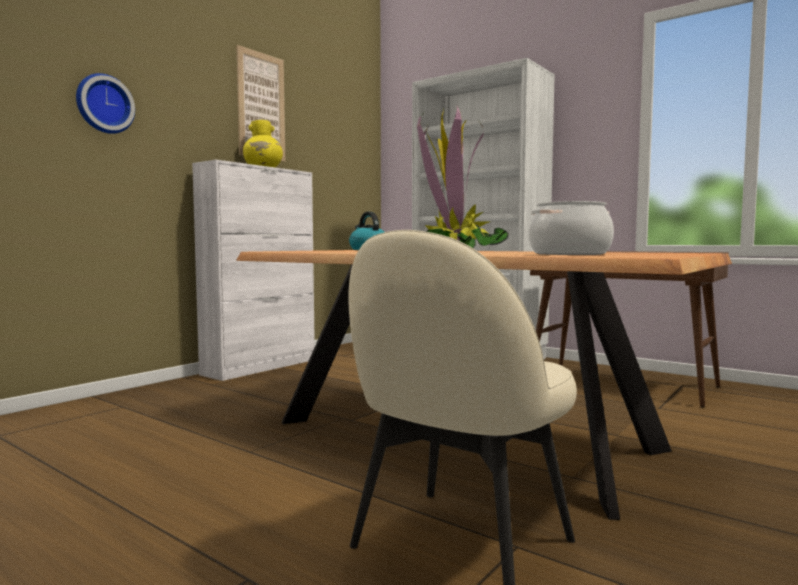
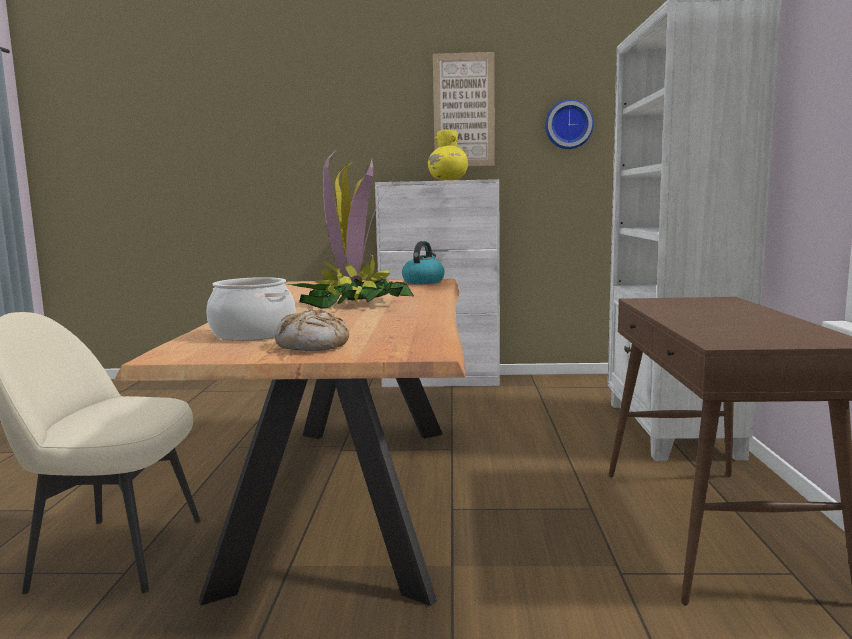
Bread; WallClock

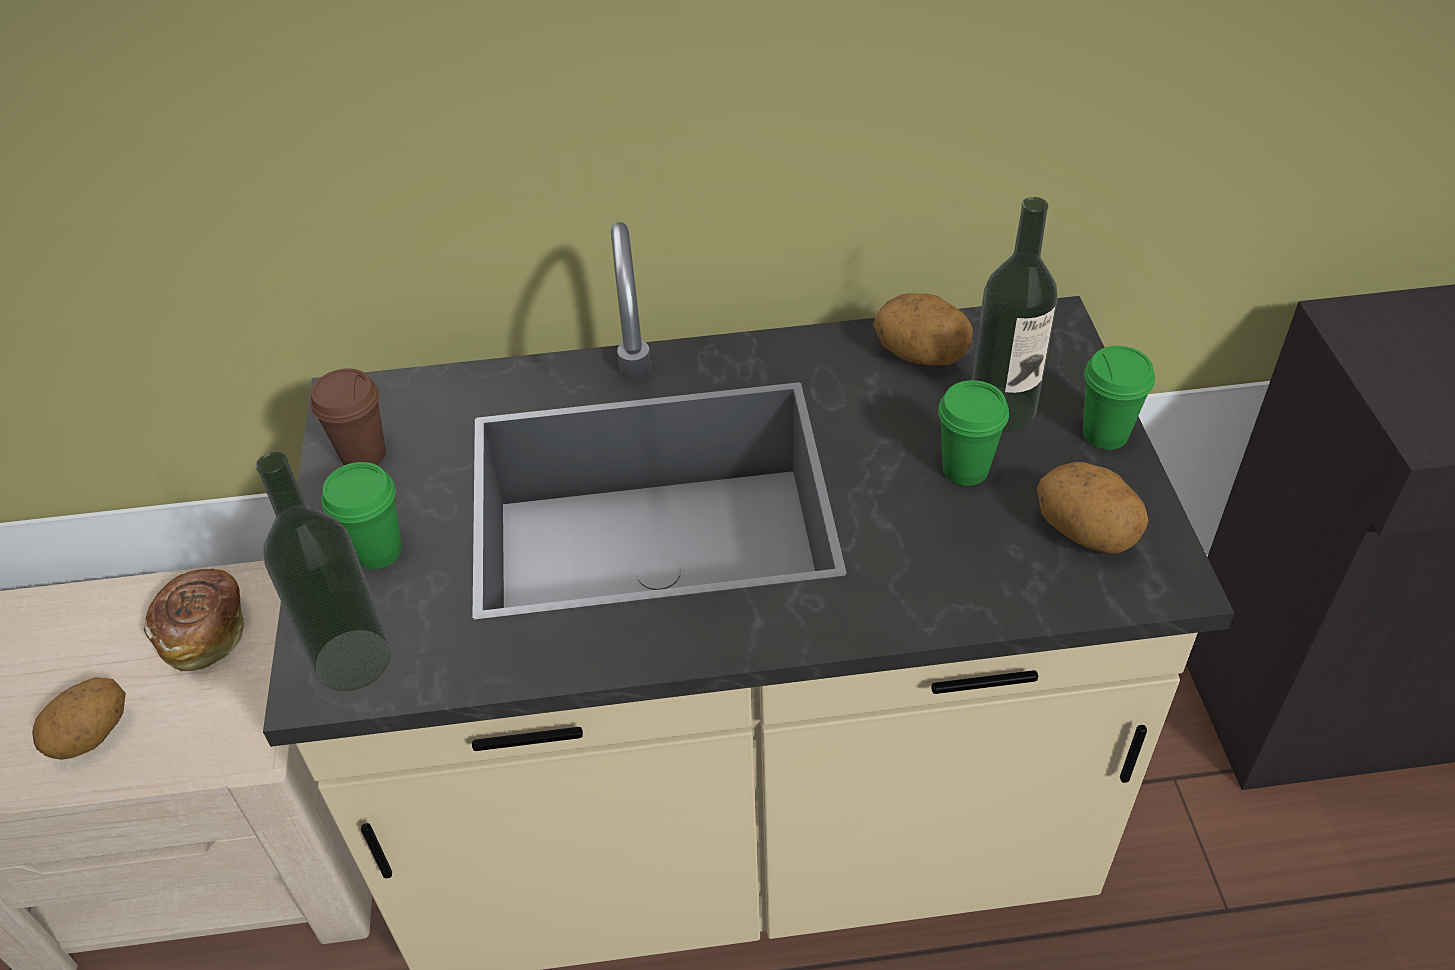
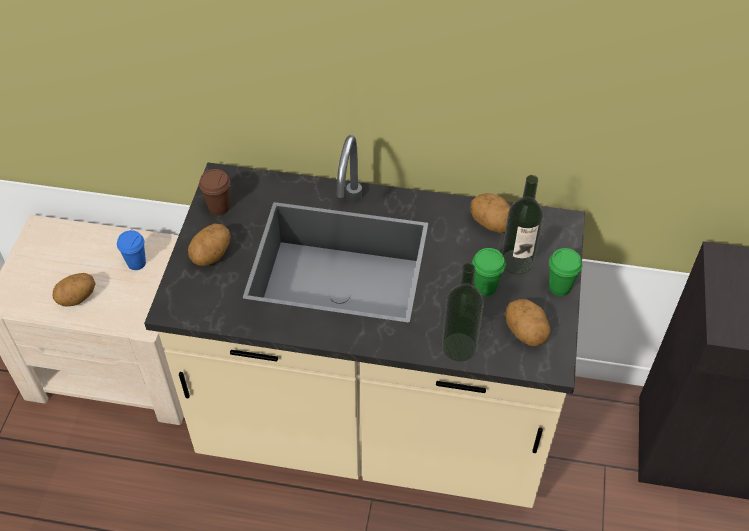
BlueCup; Potato (2nd from left); Bottle (1st from left)

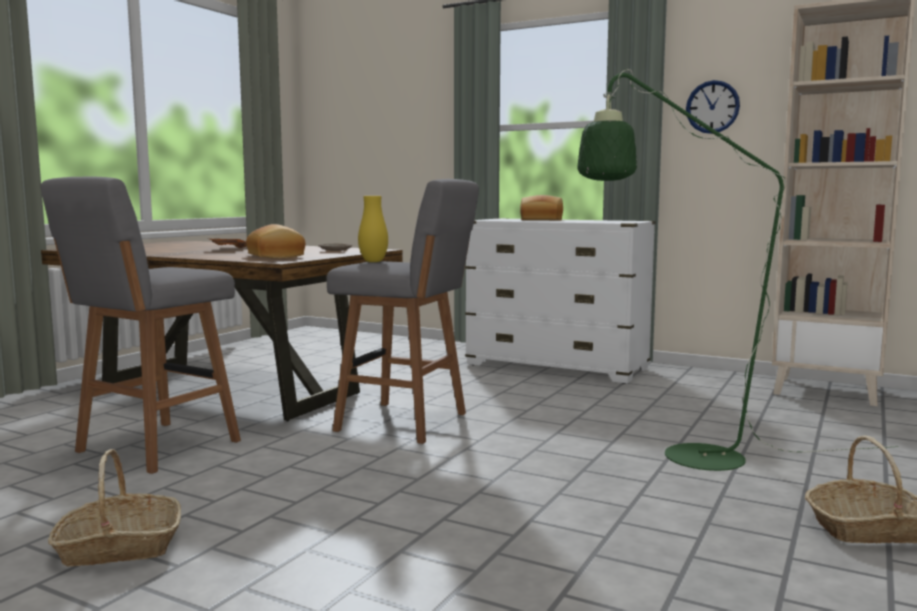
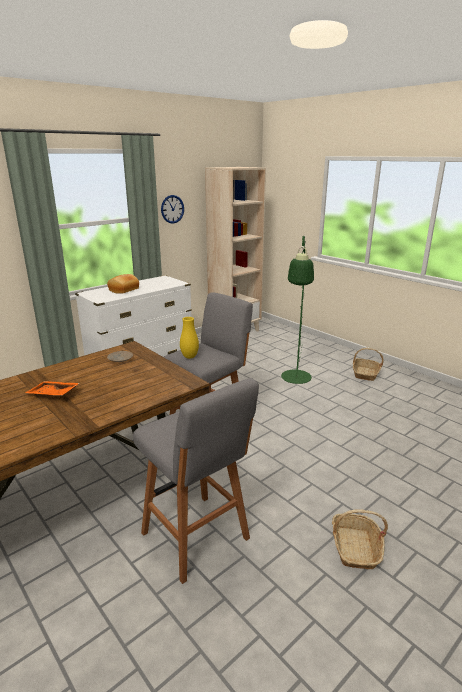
Bread (1st from left in the first image)

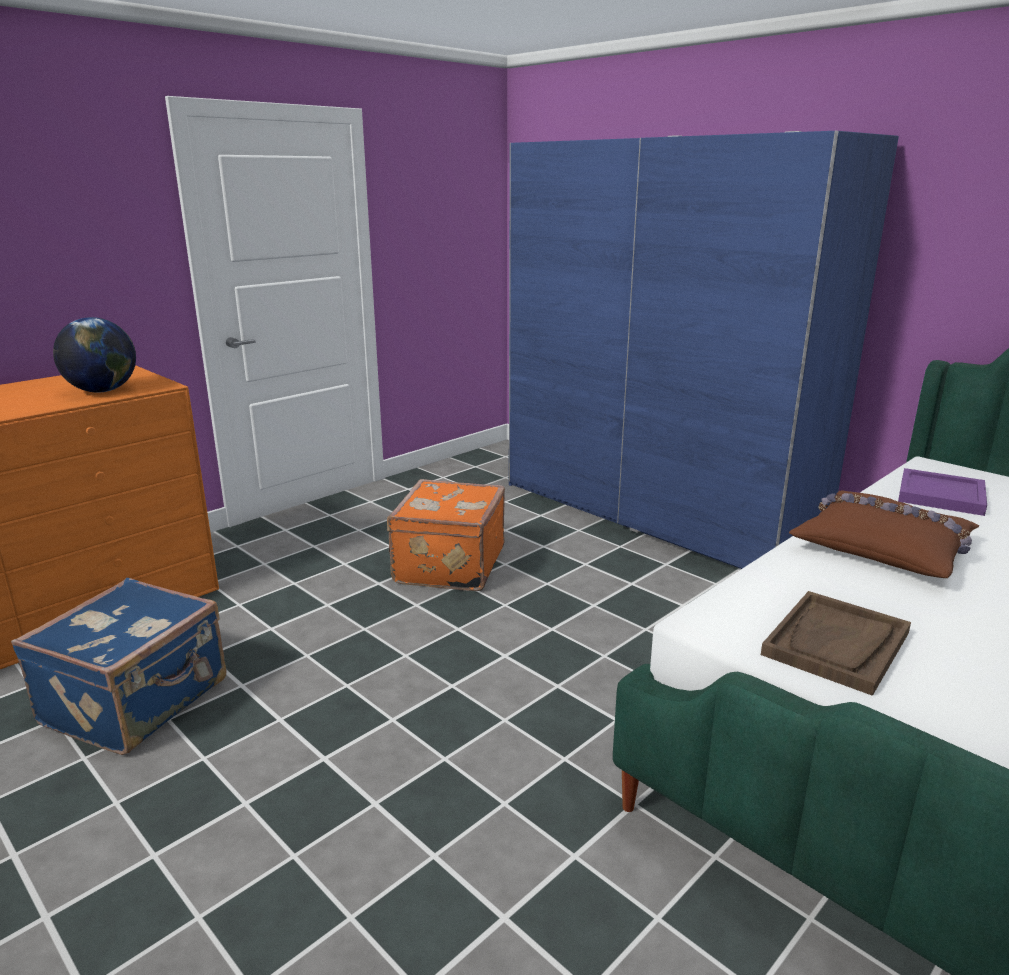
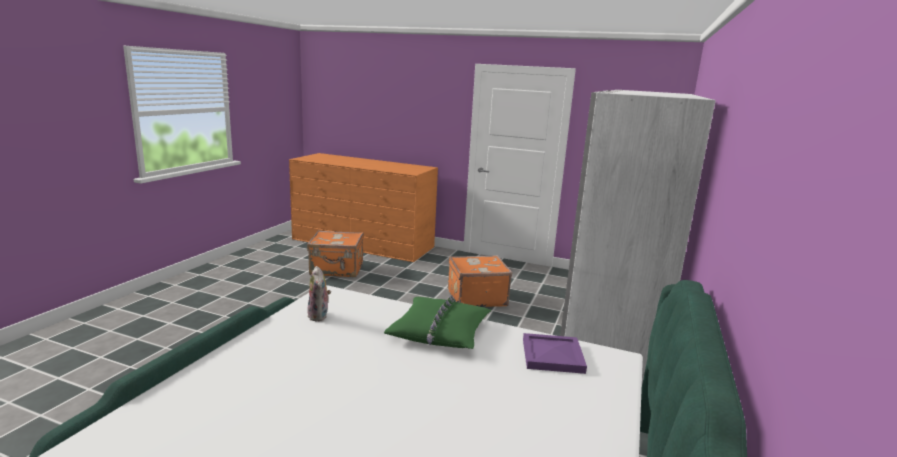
OrangeSuitcase (1st from left); PlushToy; GreenPillow; WhiteWardrobe; Globe

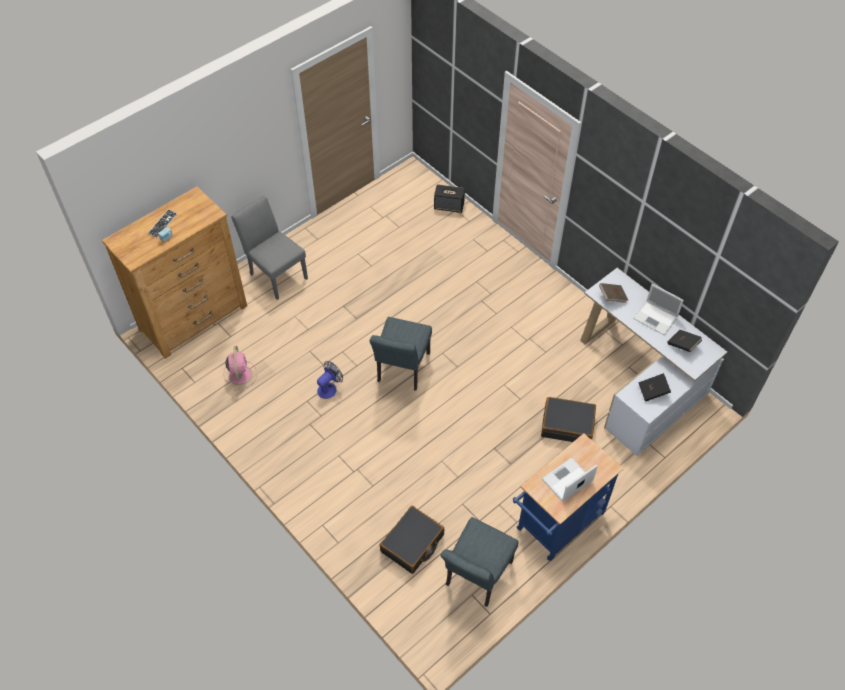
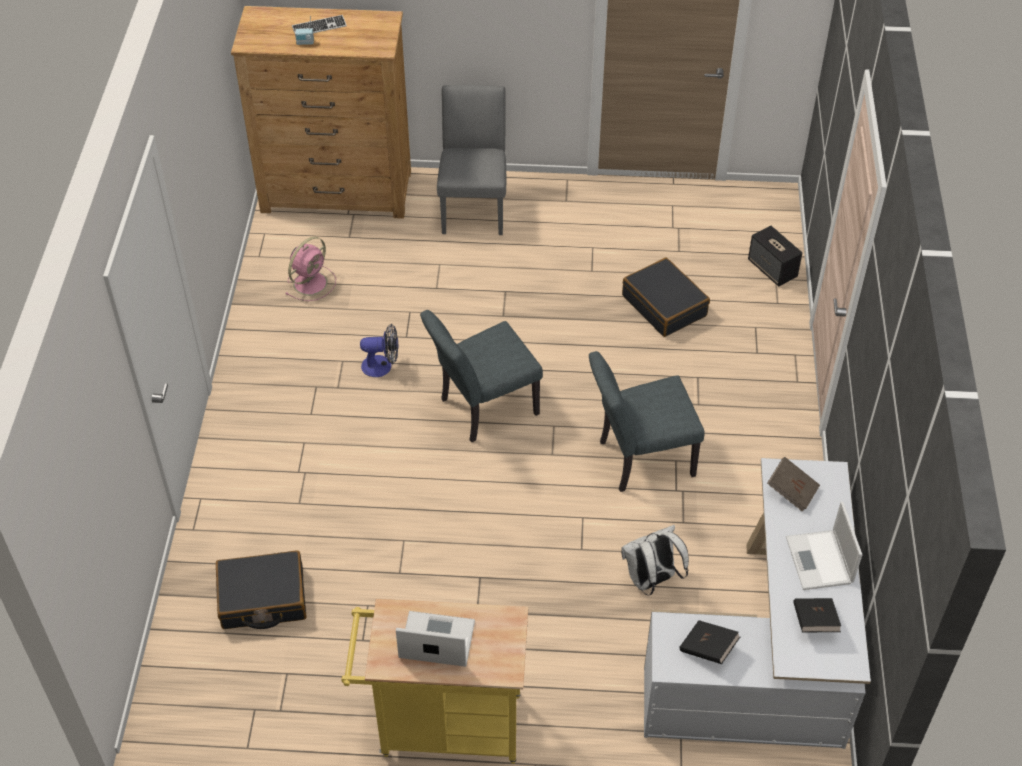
YellowCart; GreyChair (3rd from left); WhiteBackpack; BlackSuitcase (2nd from left)

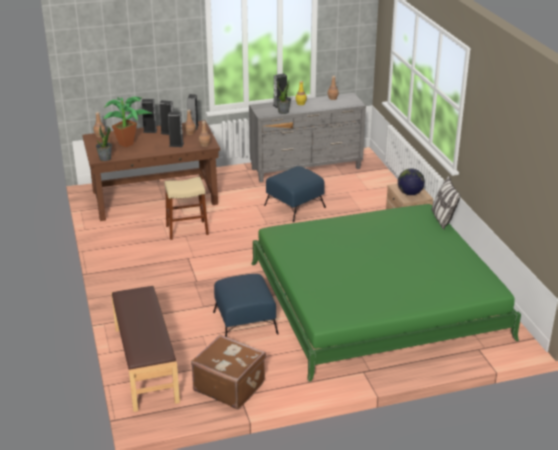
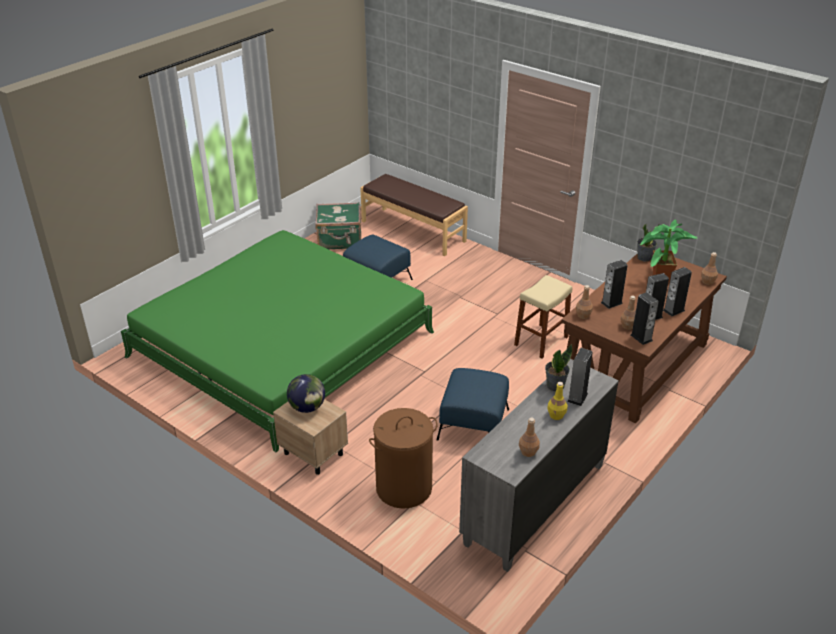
GreenSuitcase; BrownLaundryBasket; Pillow

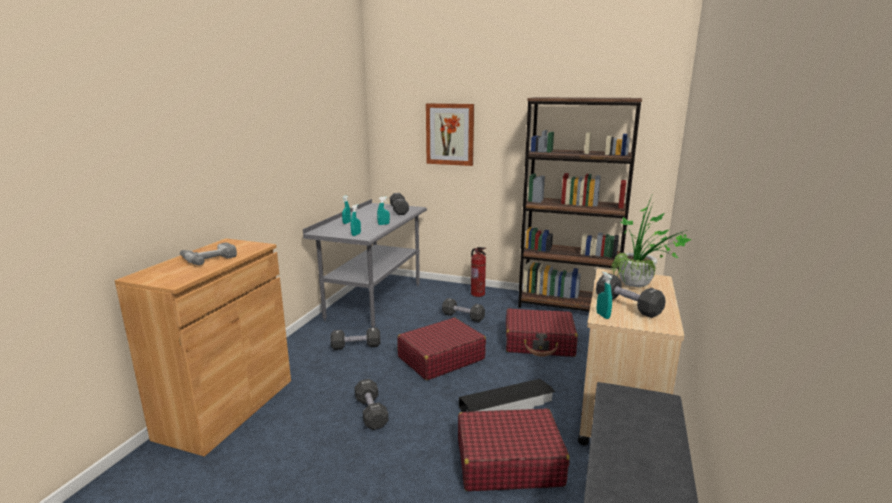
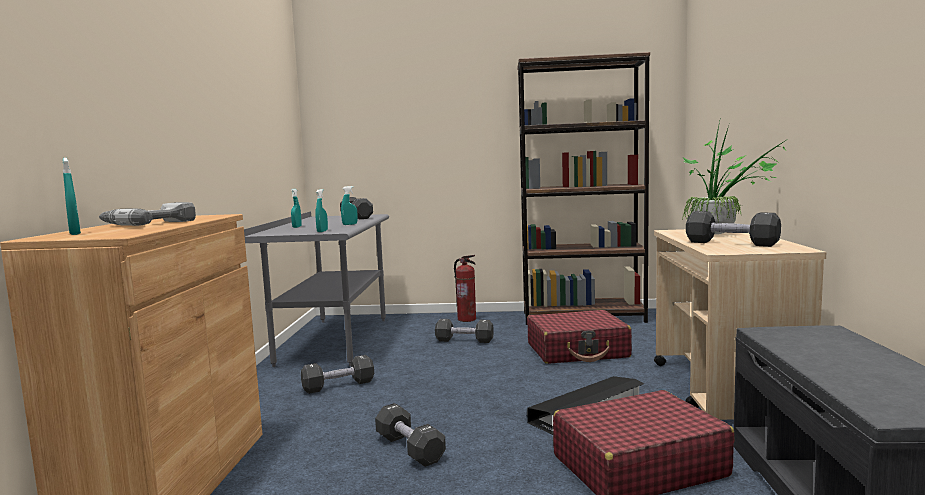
TurquoiseSprayBottle (1st from left); RedSuitcase (1st from left in the first image); Picture

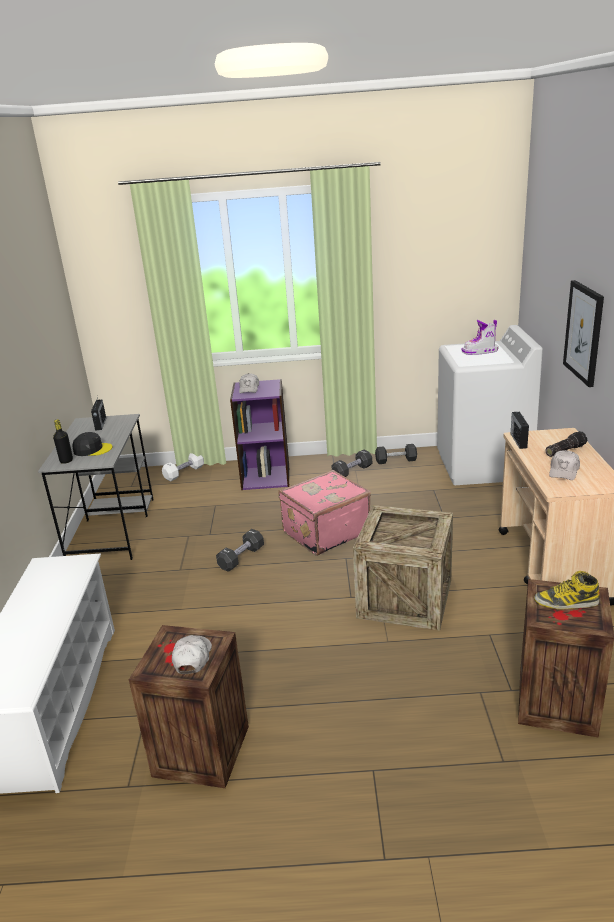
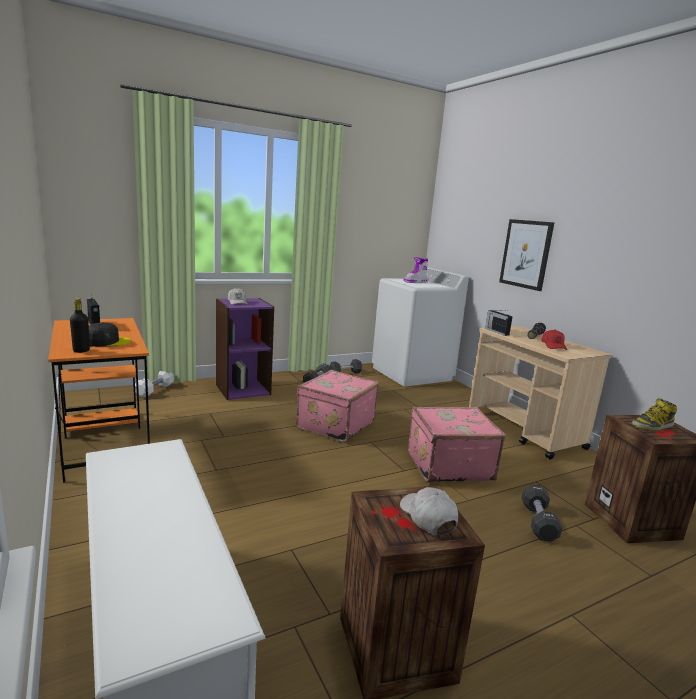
OrangeDesk; PinkSuitcase (2nd from left); BlackDumbbell (3rd from left); RedCap

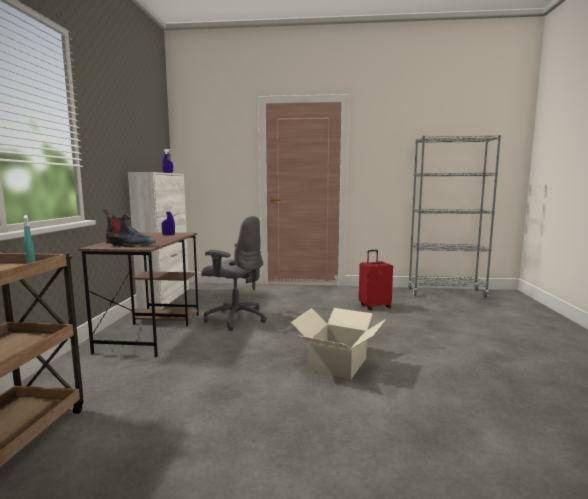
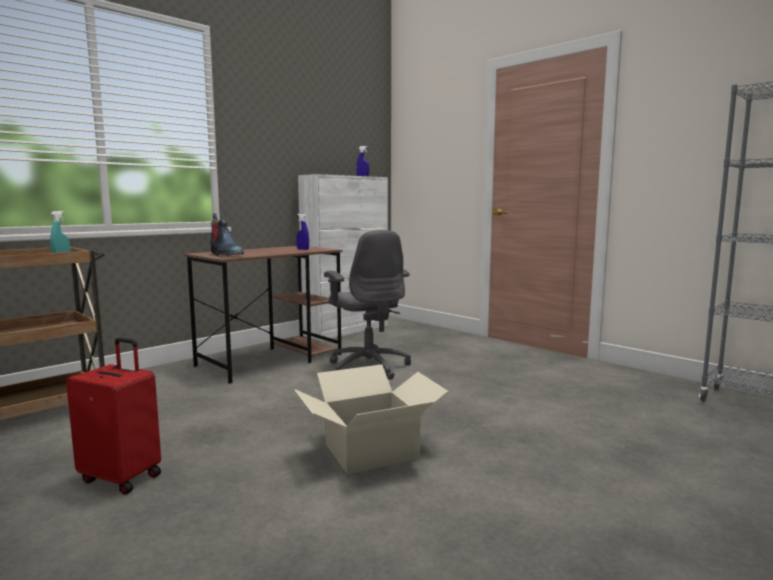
RedSuitcase

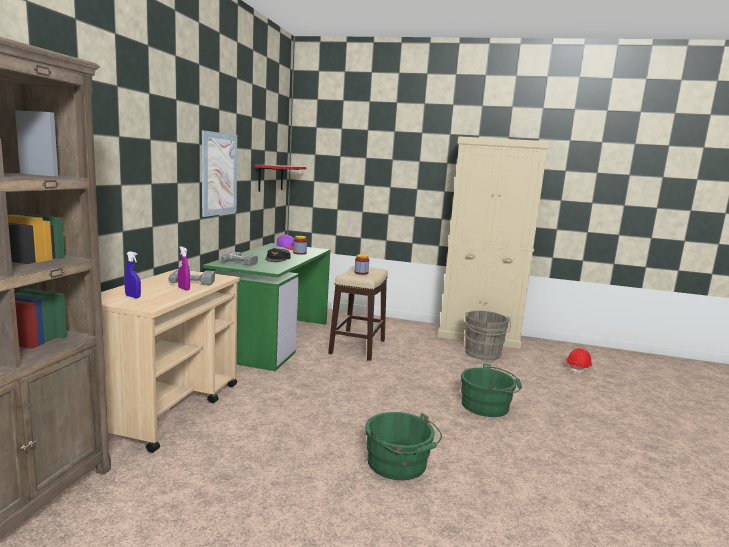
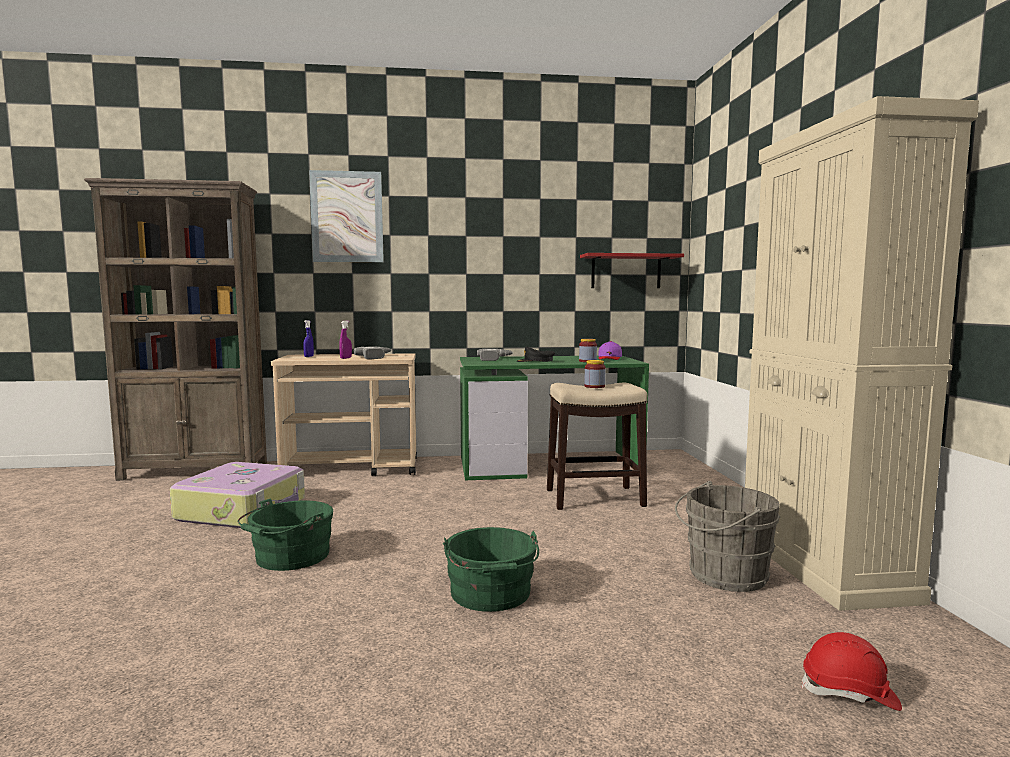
Suitcase; Picture

